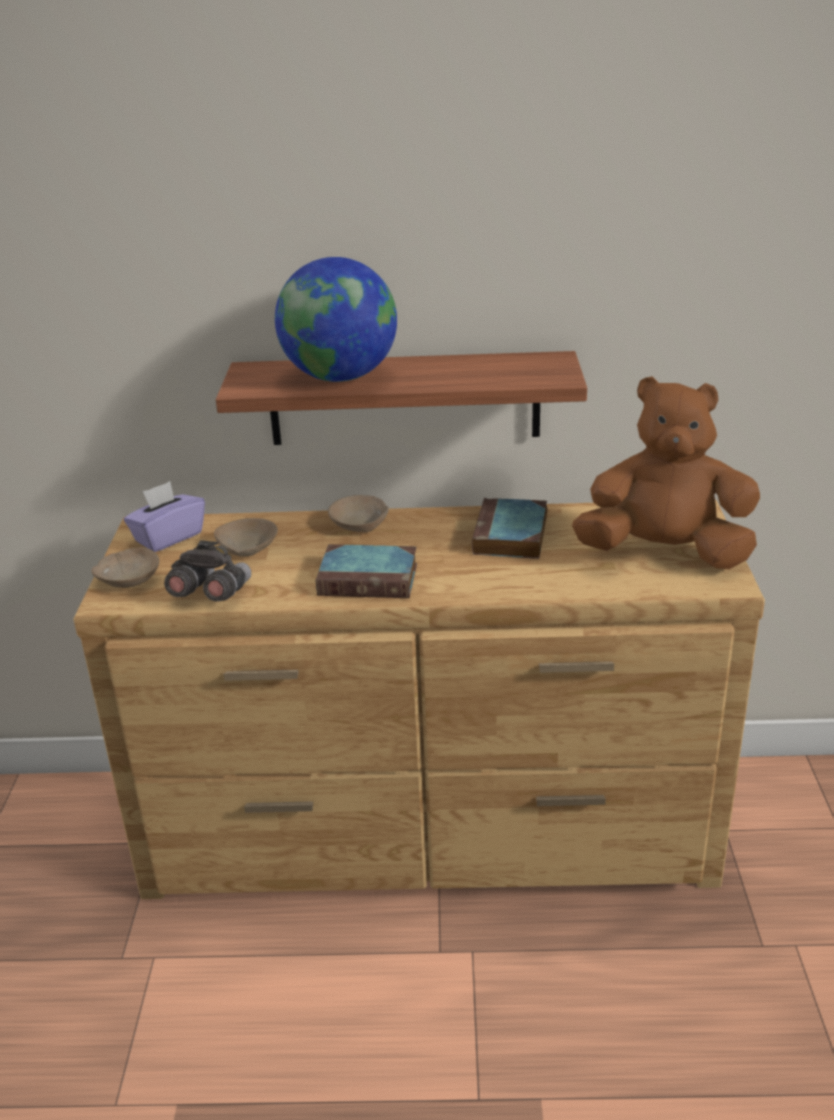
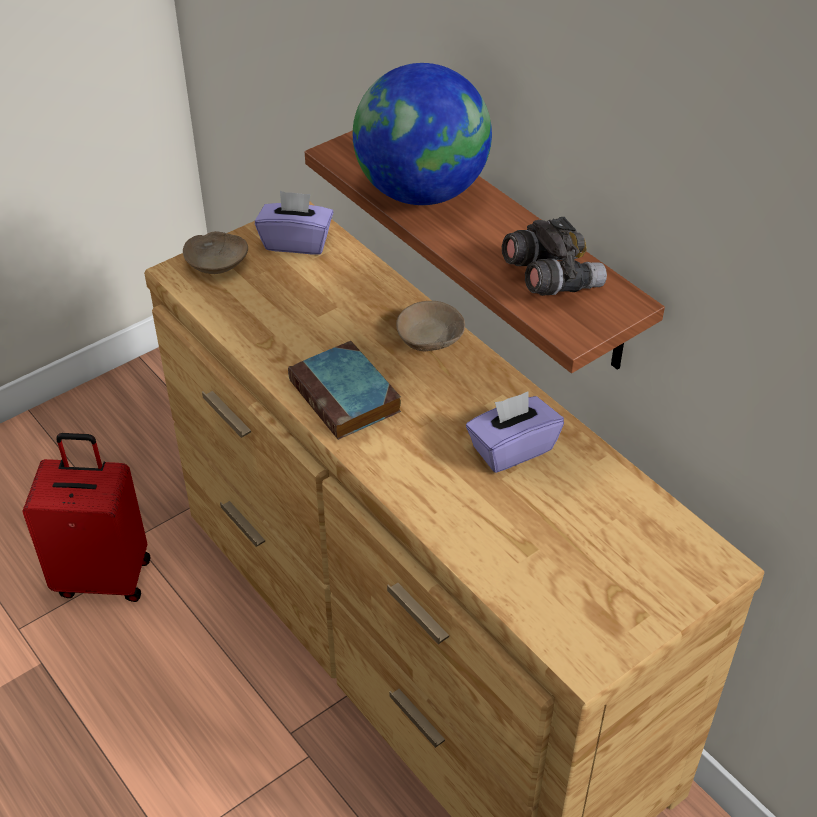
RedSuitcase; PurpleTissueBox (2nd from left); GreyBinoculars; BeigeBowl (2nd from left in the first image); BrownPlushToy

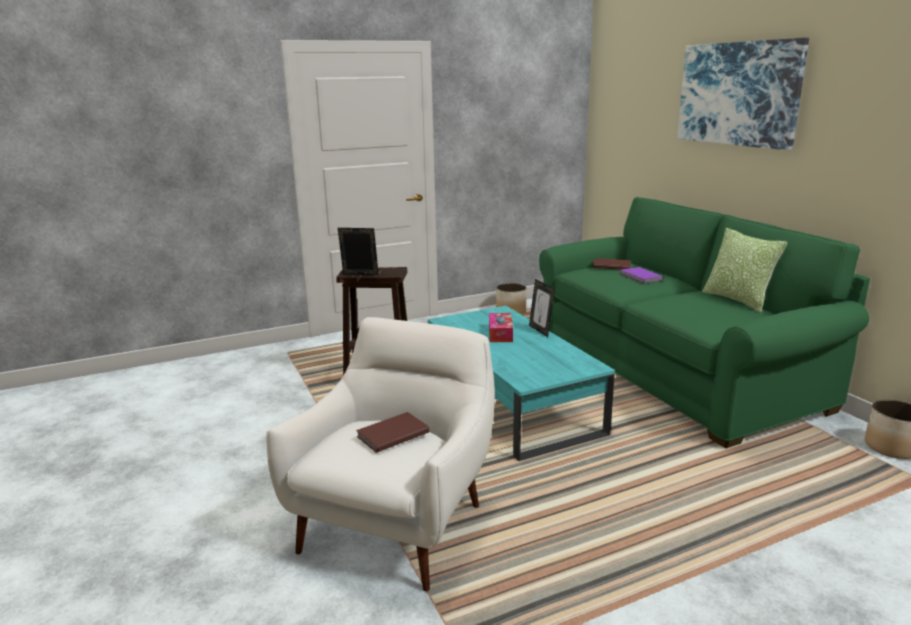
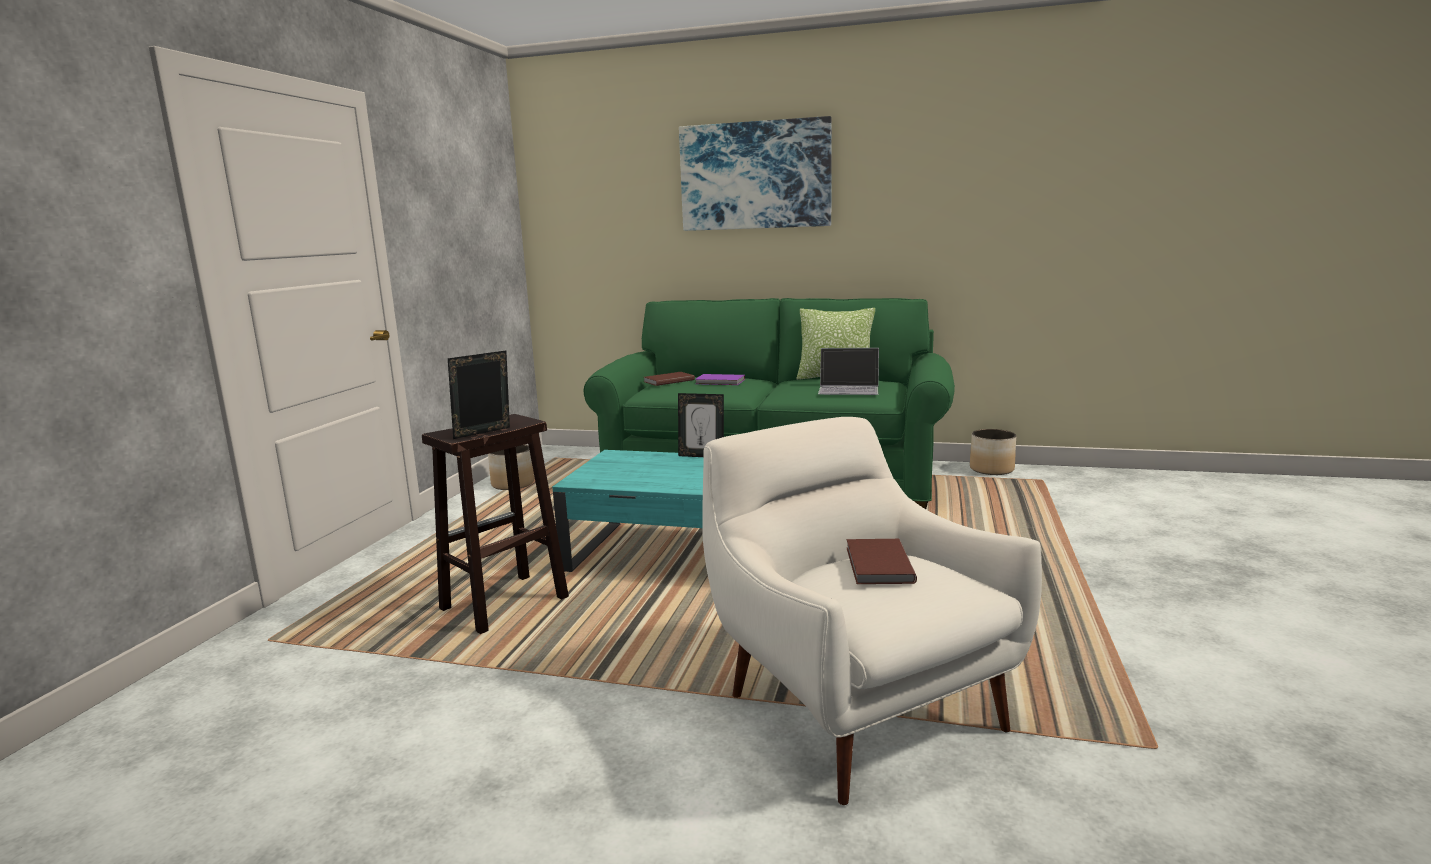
Laptop; TissueBox

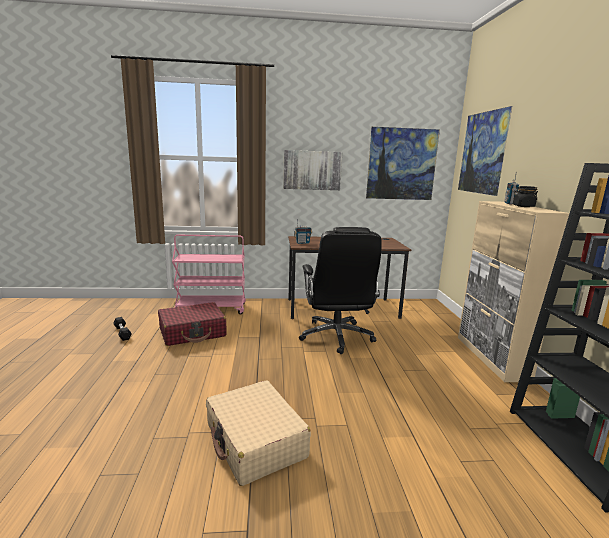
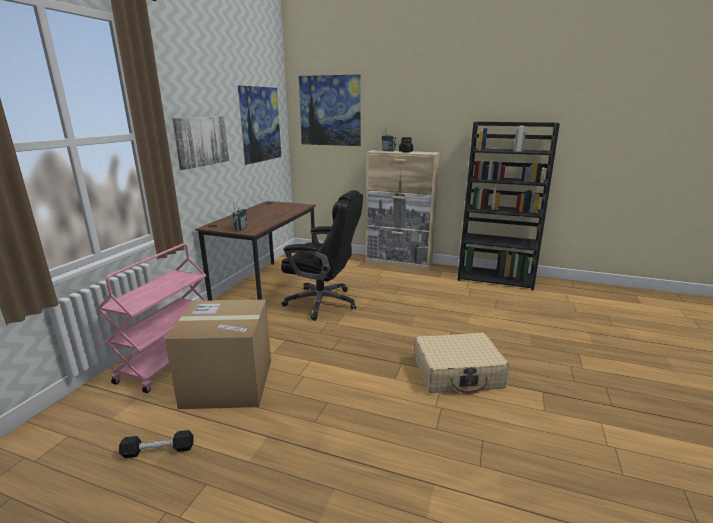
CardboardBox

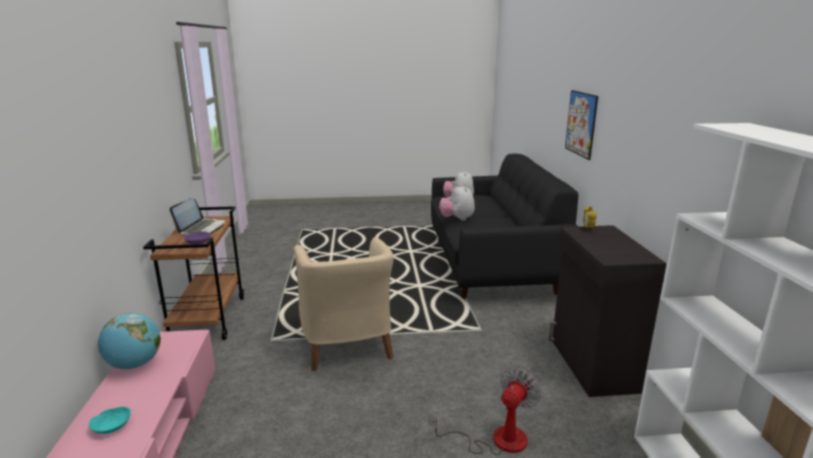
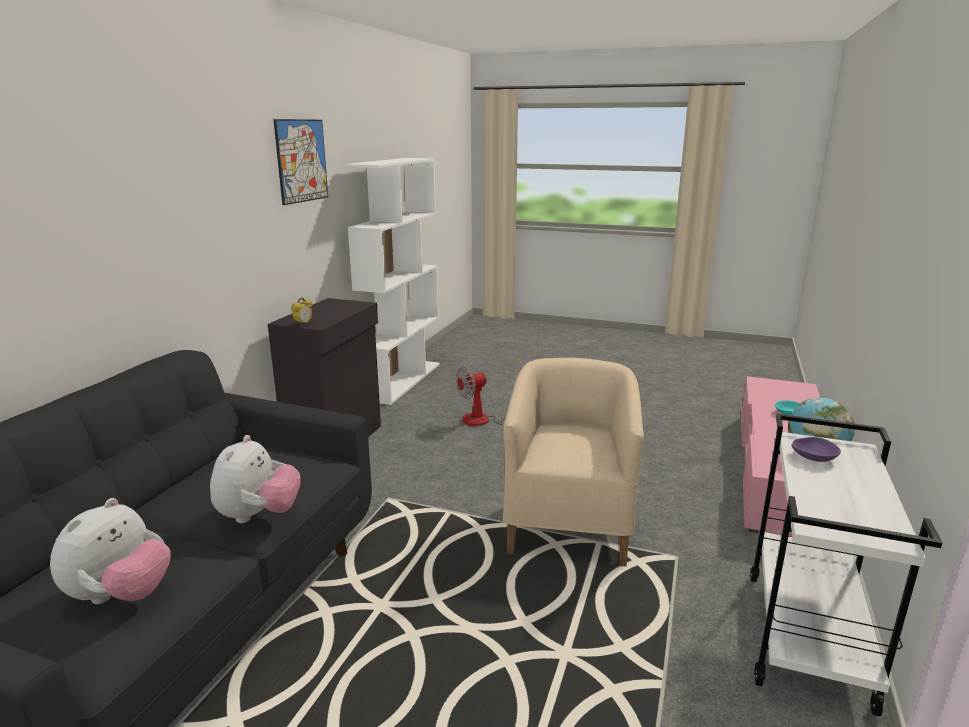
Picture; WhiteCart; Laptop

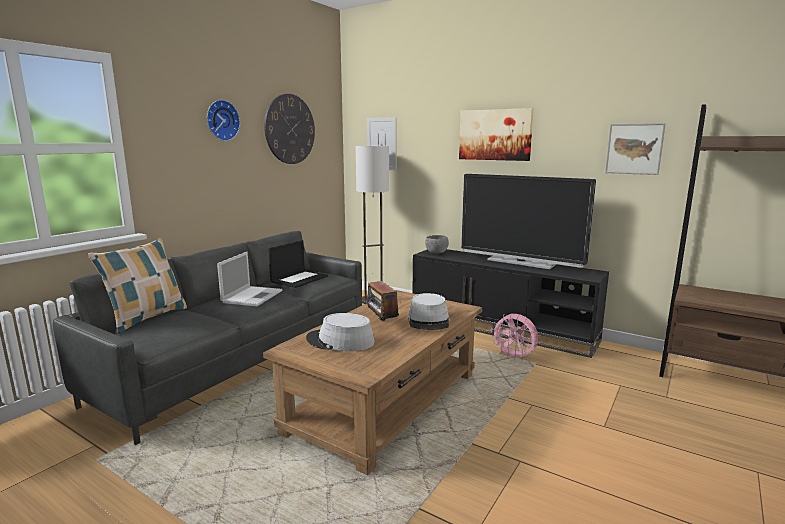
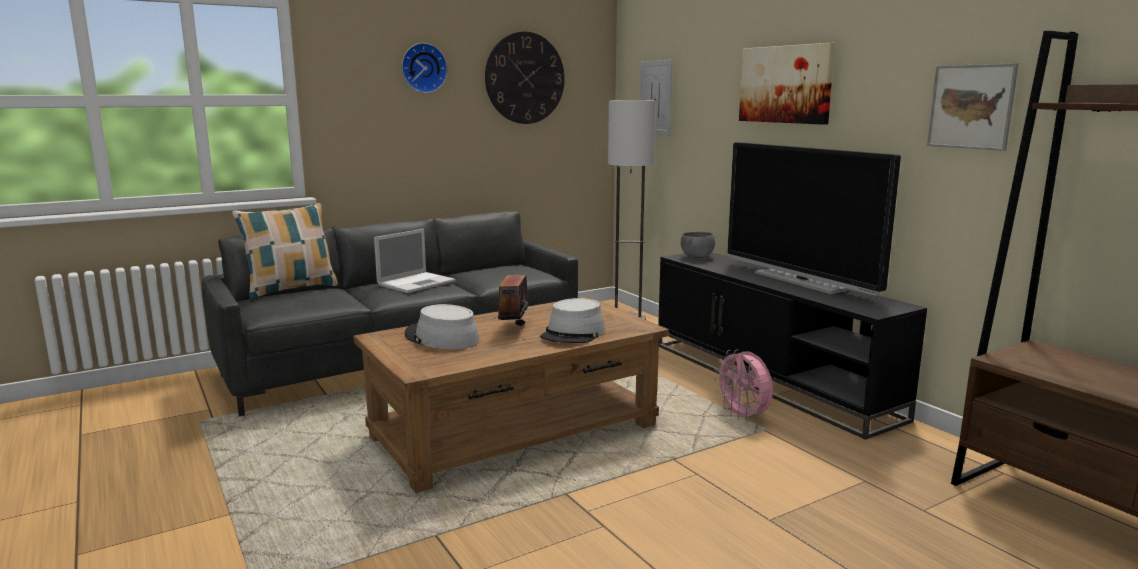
Laptop (2nd from left in the first image)

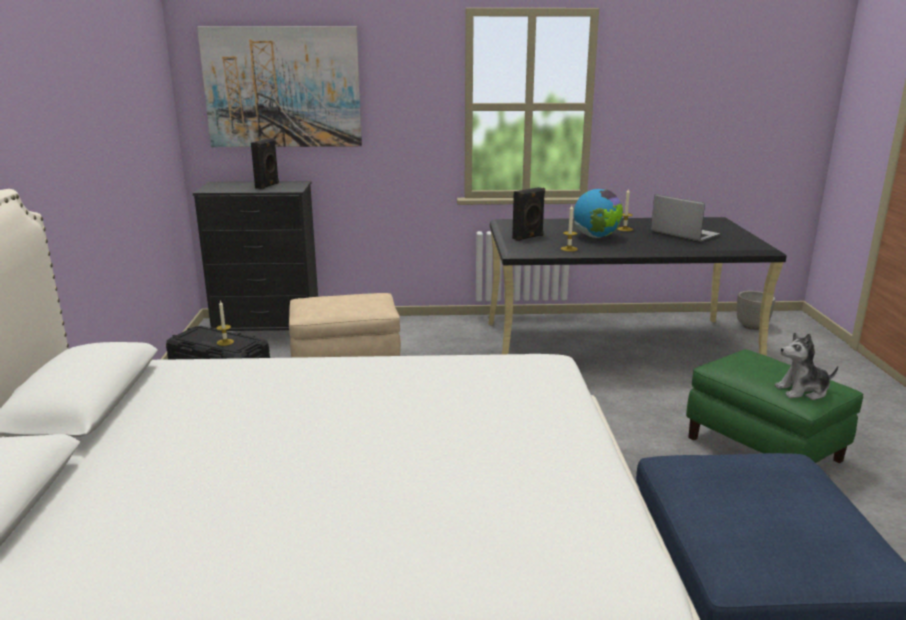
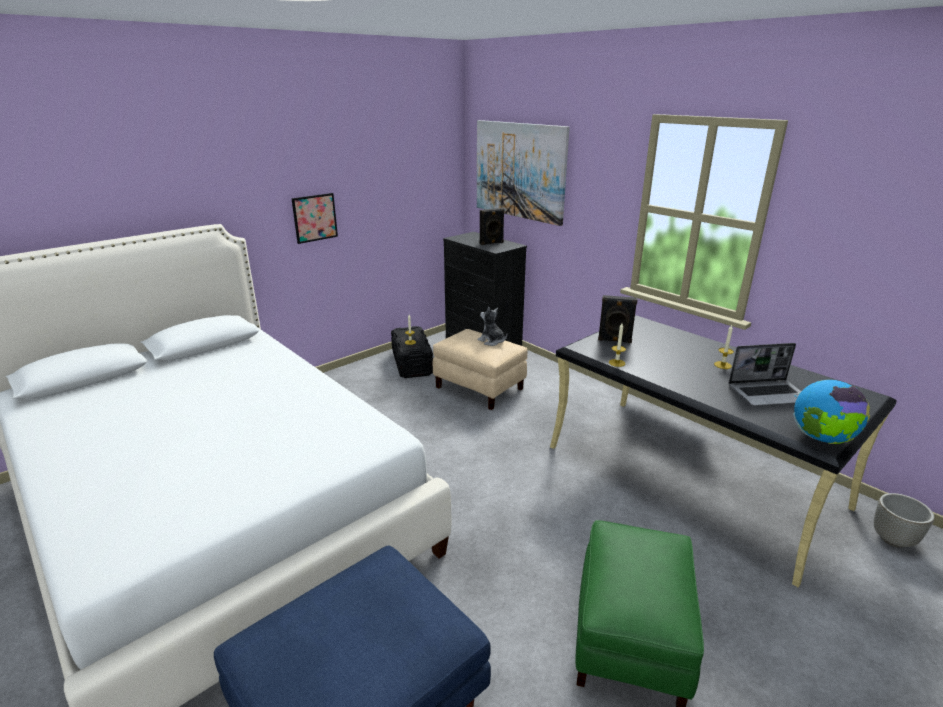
Picture (1st from left); PlushToy; Laptop; Globe

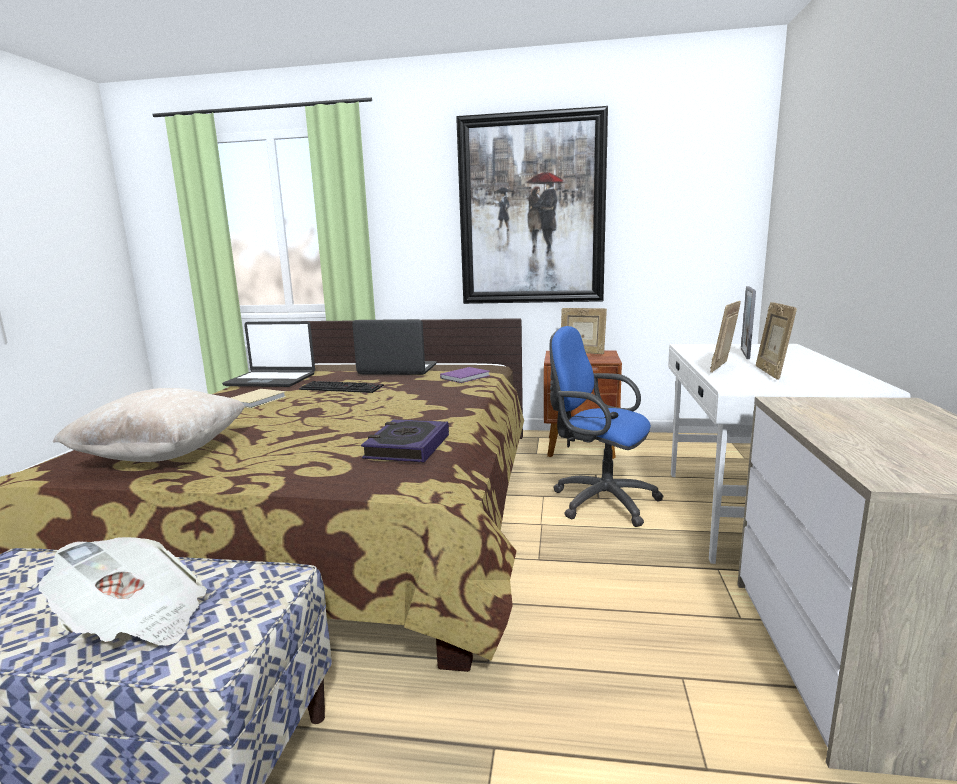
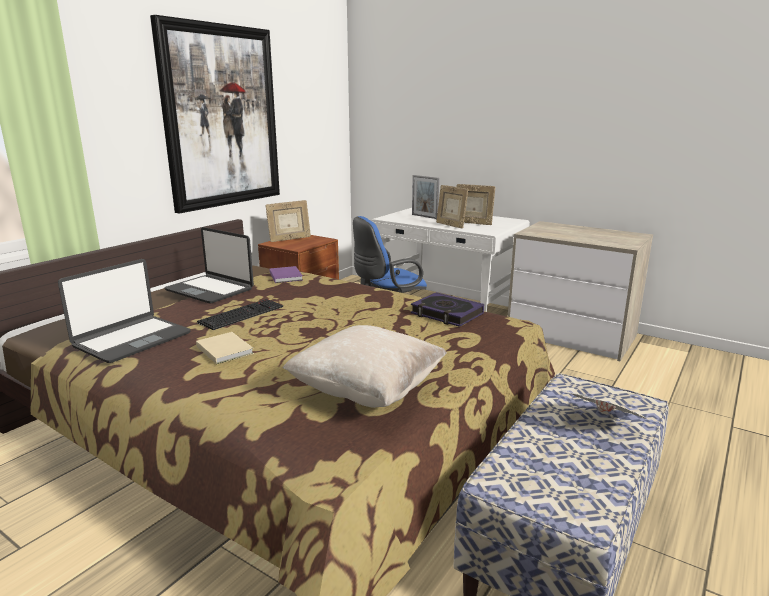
Laptop (2nd from left)

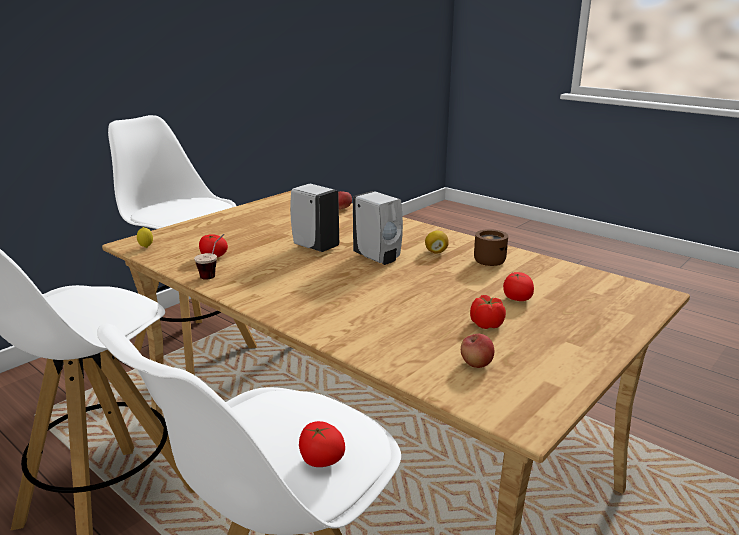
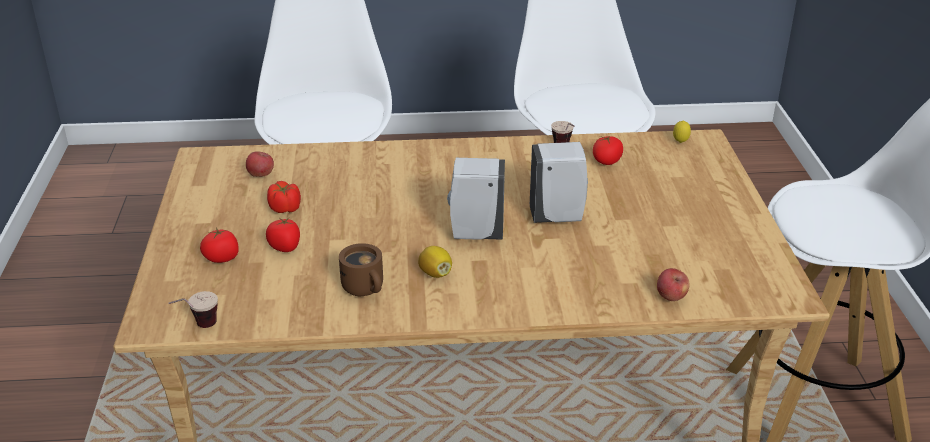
Cup (1st from left); Tomato (1st from left)

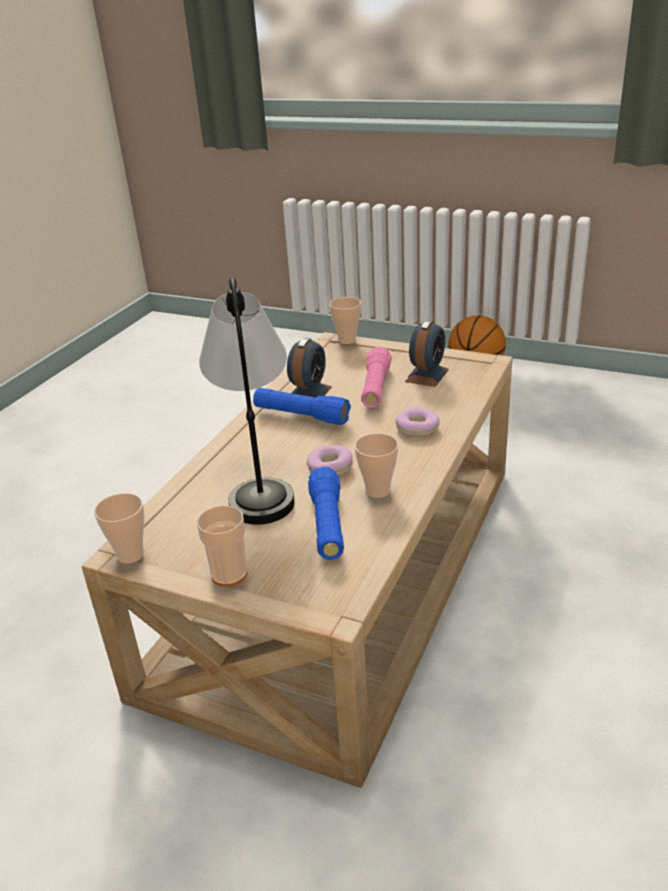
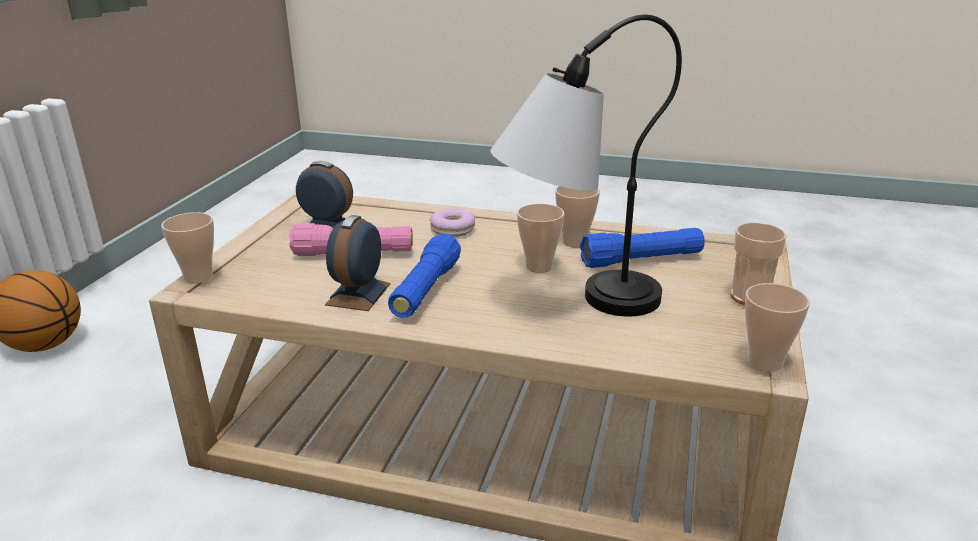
AlarmClock (2nd from left); Cup (2nd from left)

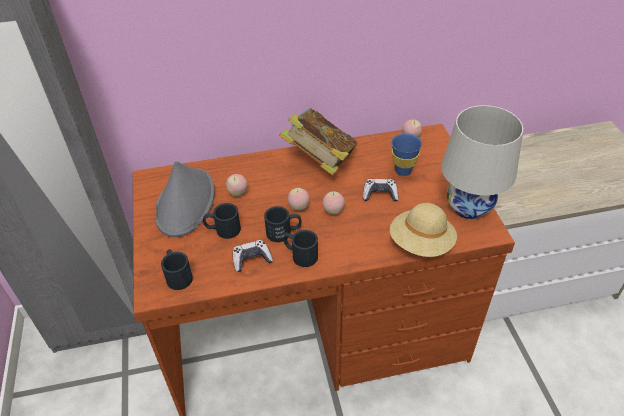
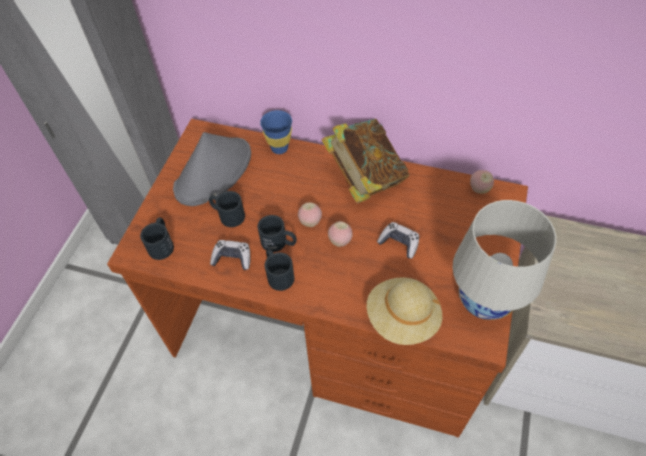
BlueCup; Apple (1st from left in the first image)

